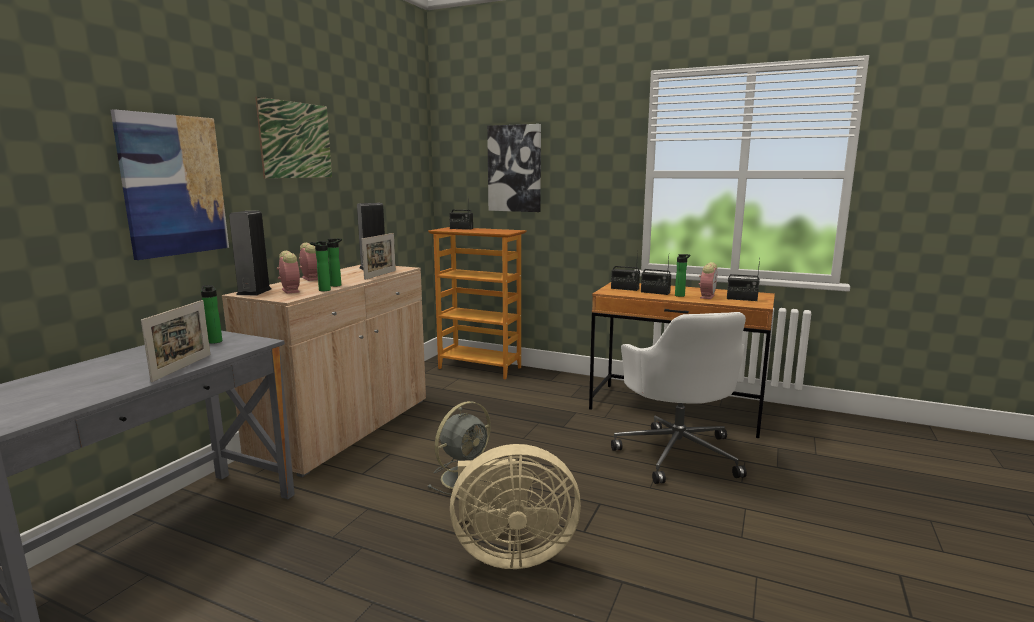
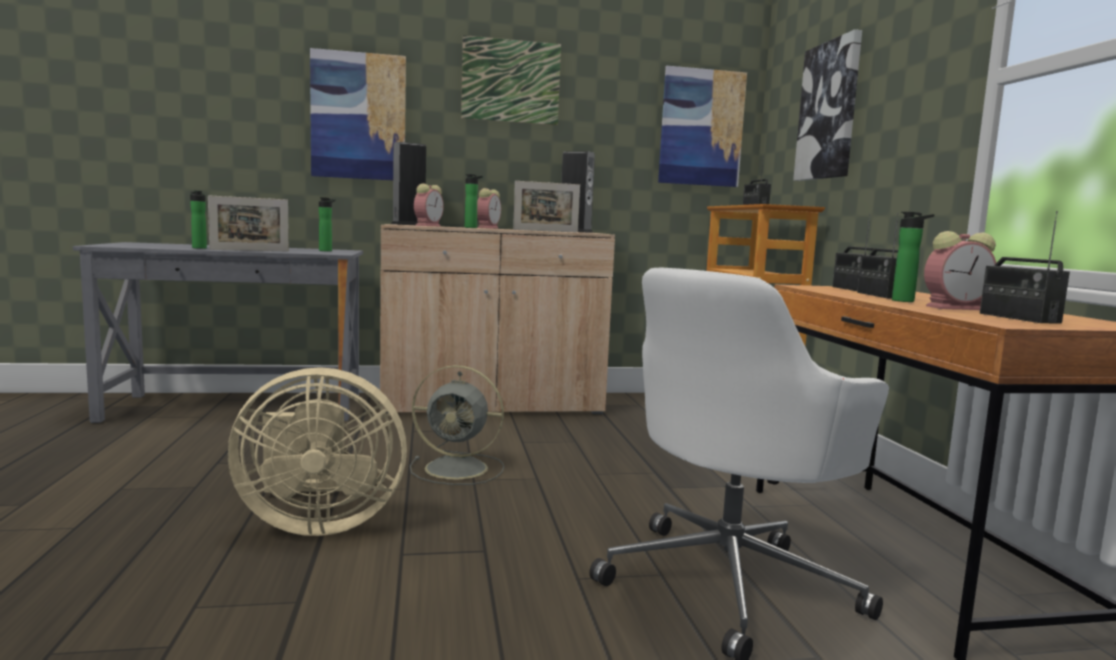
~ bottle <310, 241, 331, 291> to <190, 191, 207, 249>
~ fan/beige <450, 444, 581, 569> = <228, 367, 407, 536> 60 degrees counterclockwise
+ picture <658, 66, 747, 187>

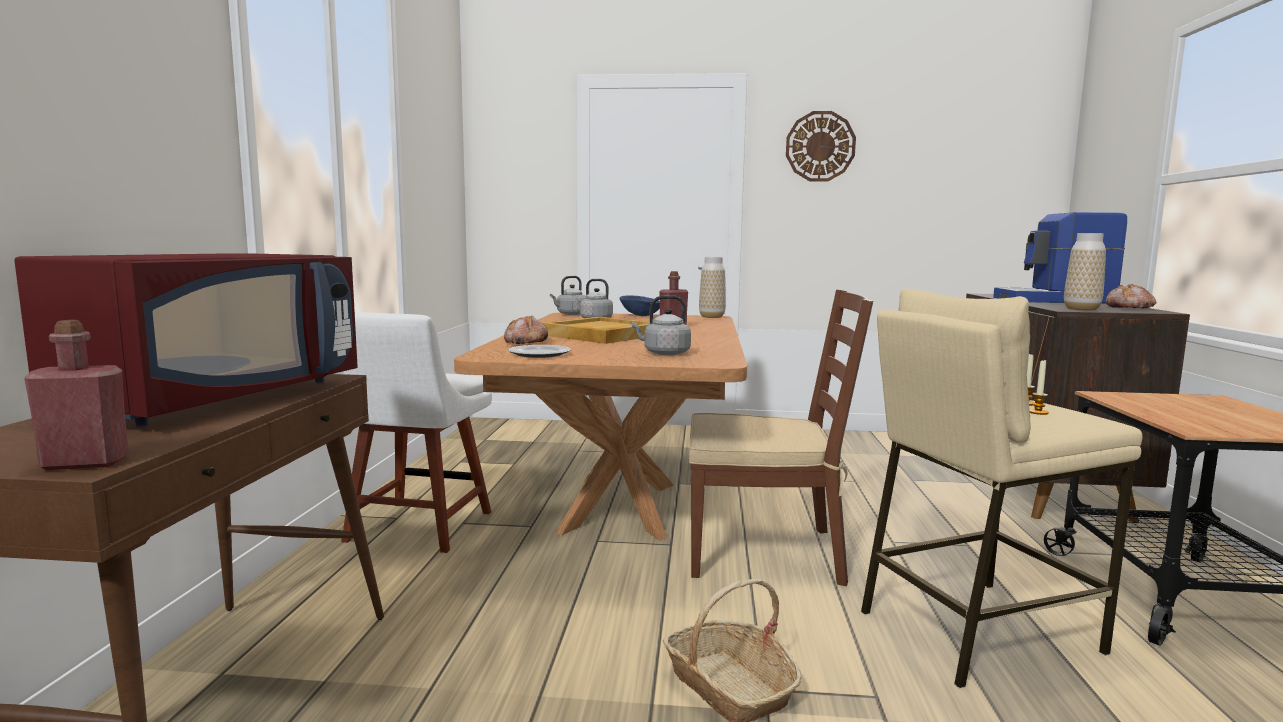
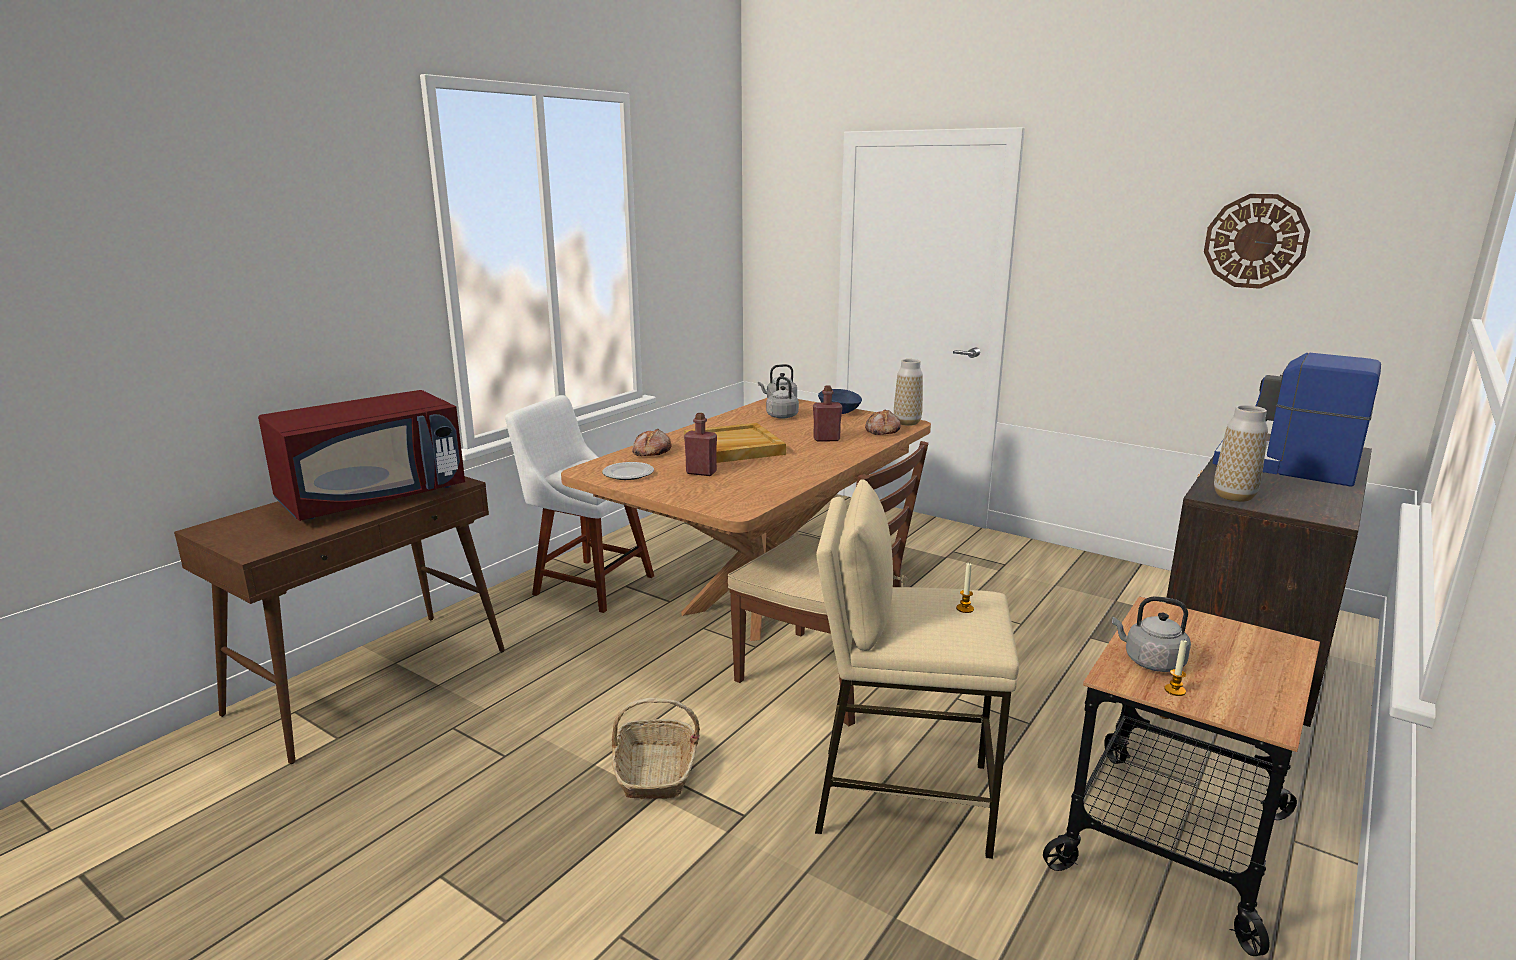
~ bottle/red <24, 320, 129, 470> to <684, 413, 717, 476>
~ chair/white <334, 312, 492, 553> = <505, 395, 654, 613> 75 degrees clockwise
~ kettle/grey <631, 295, 691, 355> to <1112, 596, 1191, 672>
~ wall clock <786, 111, 856, 182> to <1204, 194, 1310, 289>
~ candle <1030, 359, 1049, 415> to <1164, 640, 1187, 696>
~ bread <1106, 284, 1156, 309> to <865, 409, 901, 435>

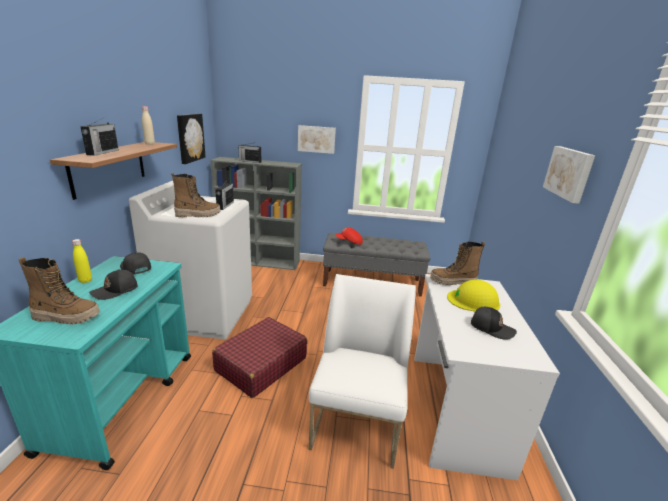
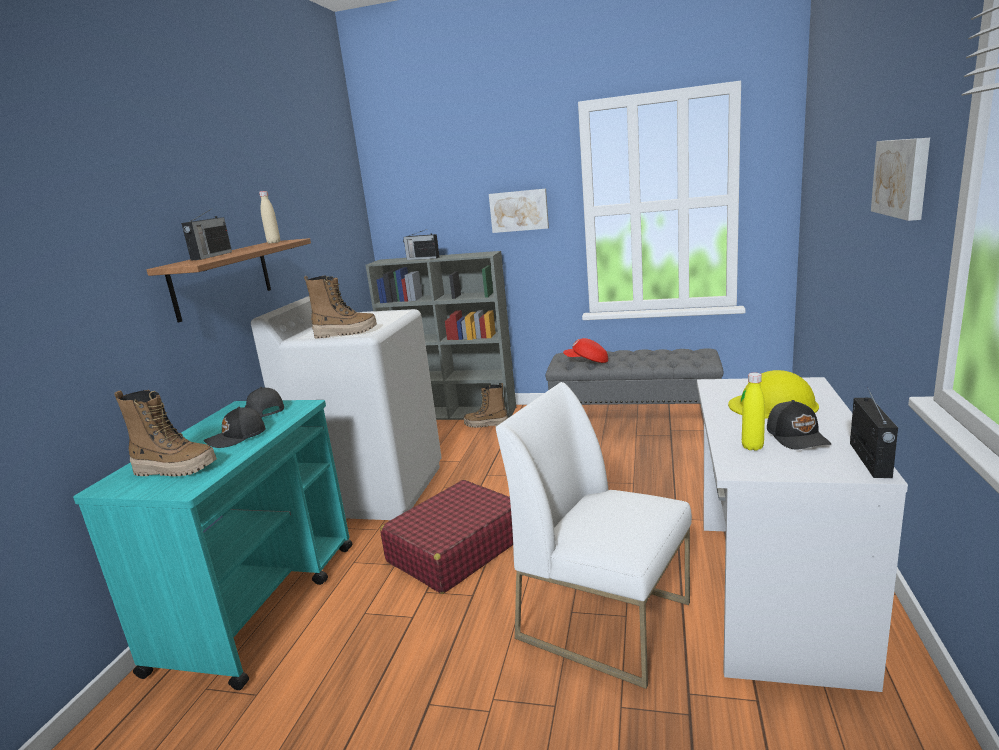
~ bottle/yellow <72, 239, 92, 283> to <742, 373, 765, 451>
- picture <177, 114, 206, 164>
~ radio <215, 179, 234, 210> to <850, 387, 898, 478>
~ chair/white <309, 274, 416, 469> = <496, 382, 692, 689> 75 degrees counterclockwise
~ boot <430, 242, 485, 285> to <464, 383, 508, 428>
~ cap/black <471, 307, 517, 340> = <767, 400, 831, 450> 45 degrees clockwise

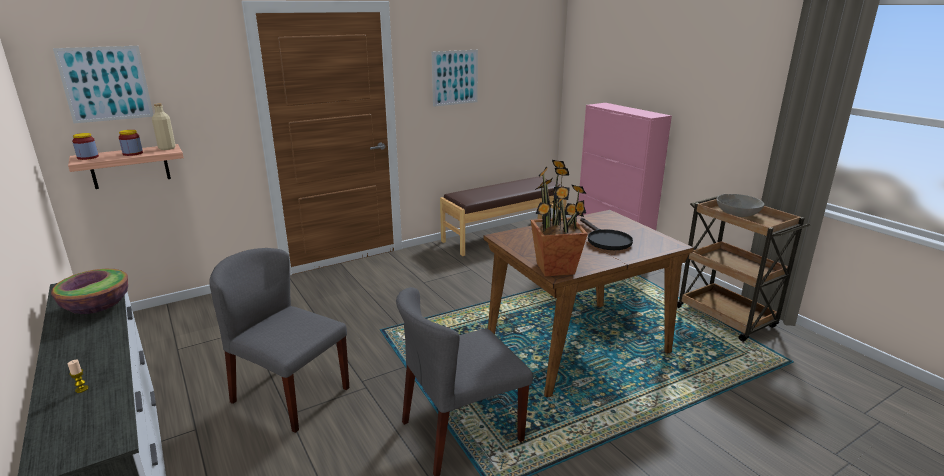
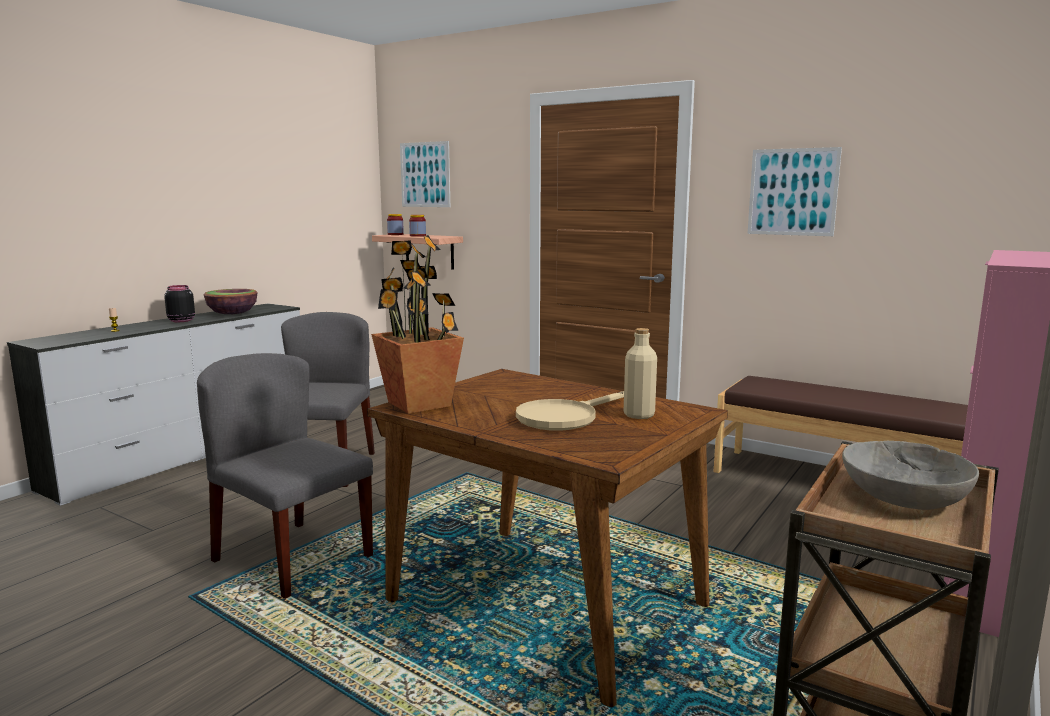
~ bottle/beige <152, 103, 176, 150> to <624, 328, 657, 419>
~ frying pan/black <580, 218, 633, 250> to frying pan/beige <516, 391, 624, 431>
+ jar/black <164, 285, 195, 322>

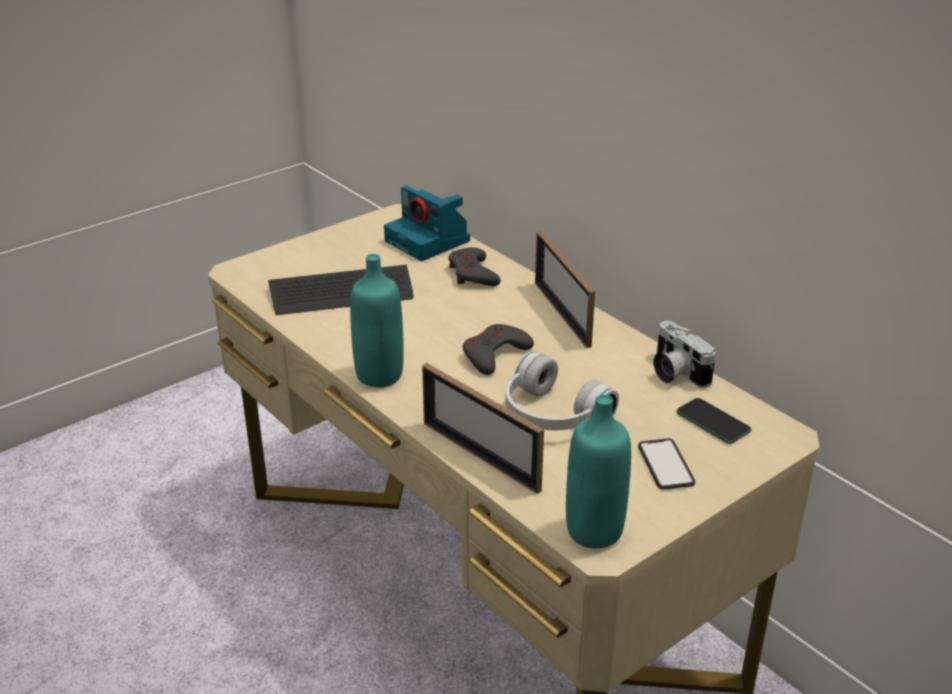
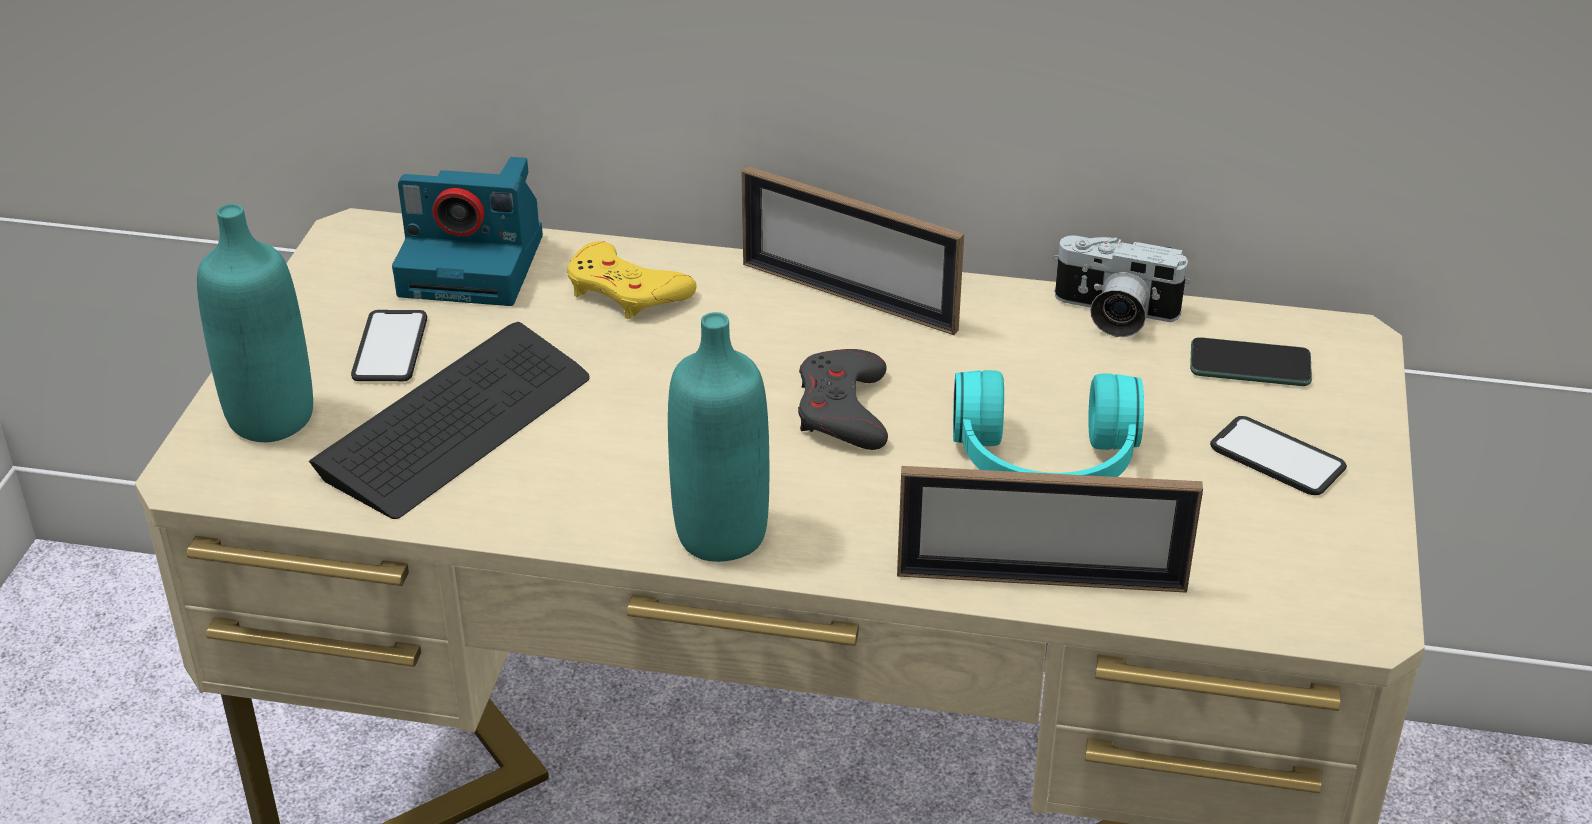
~ game controller/grey <448, 247, 501, 286> to game controller/yellow <567, 241, 696, 319>
~ headphones/white <505, 351, 619, 430> to headphones/turquoise <953, 370, 1144, 477>
~ bottle/turquoise <566, 395, 631, 548> to <197, 204, 313, 442>
+ phone <351, 310, 427, 382>

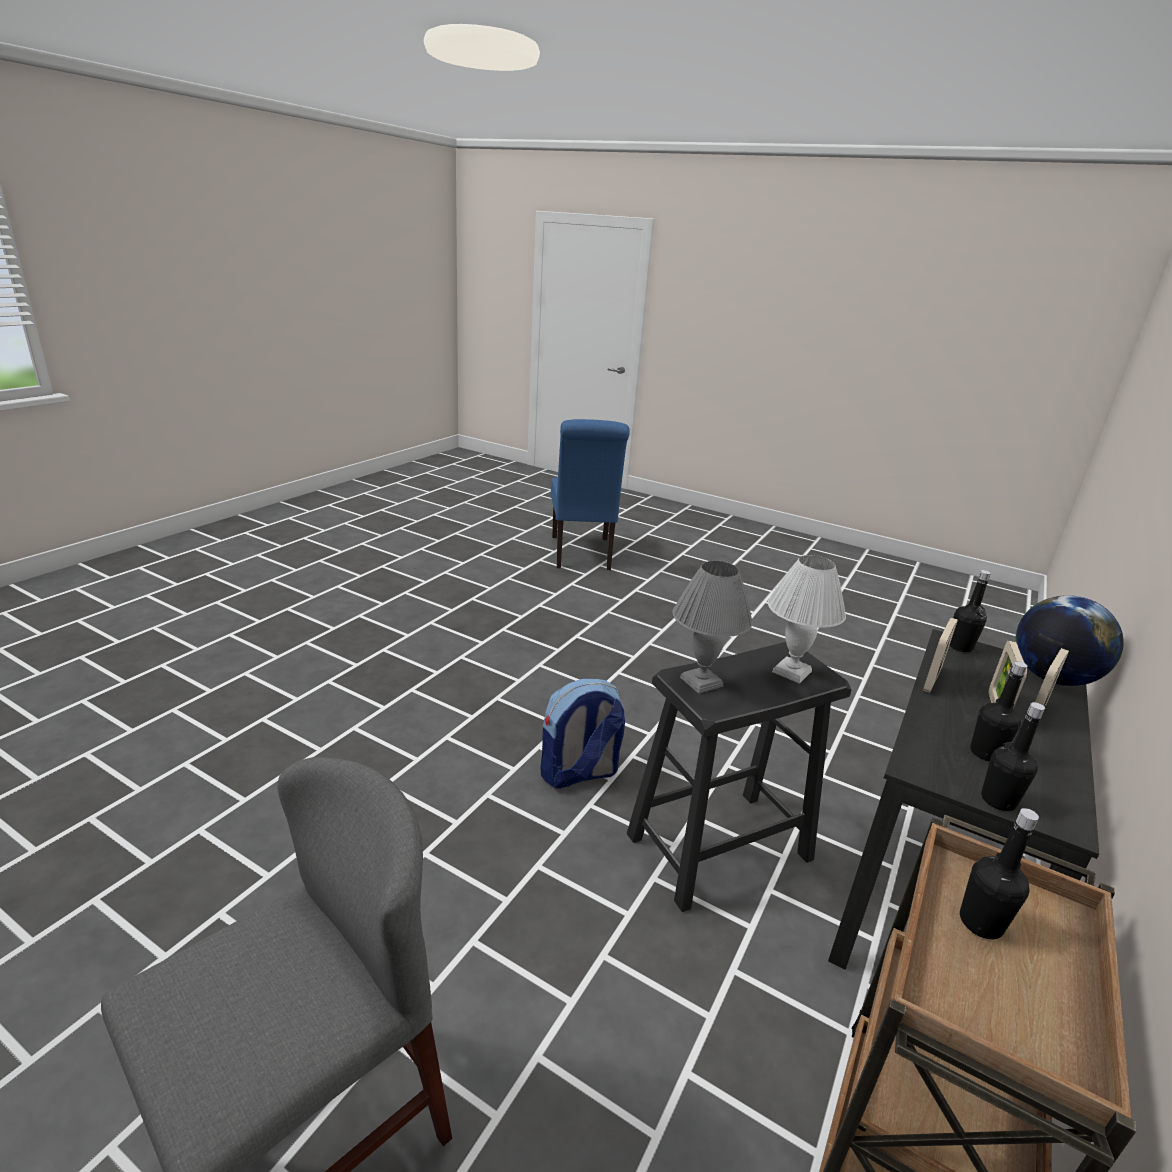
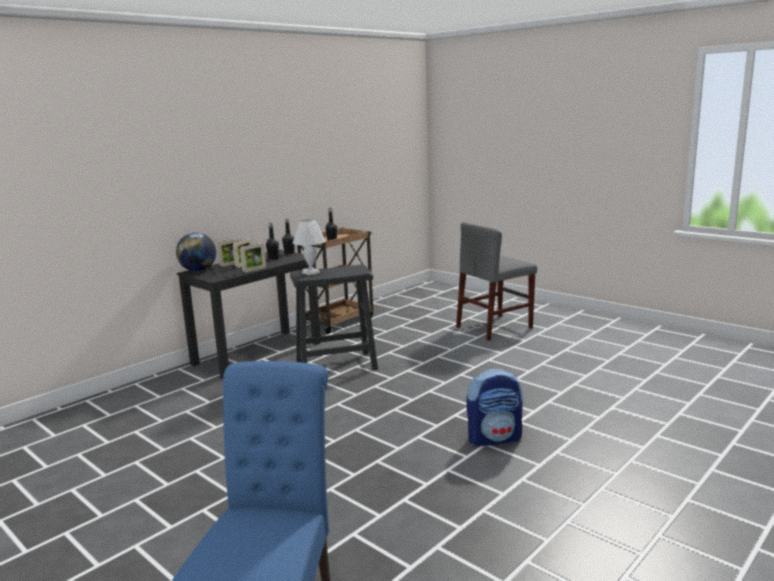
~ backpack <540, 679, 625, 789> to <466, 369, 523, 446>
- table lamp/grey <672, 561, 753, 694>
- bottle/black <949, 570, 991, 652>

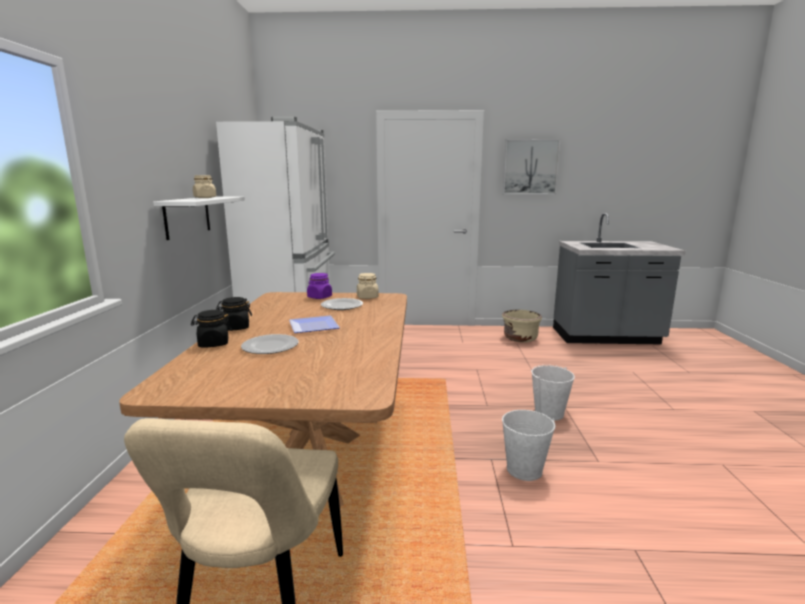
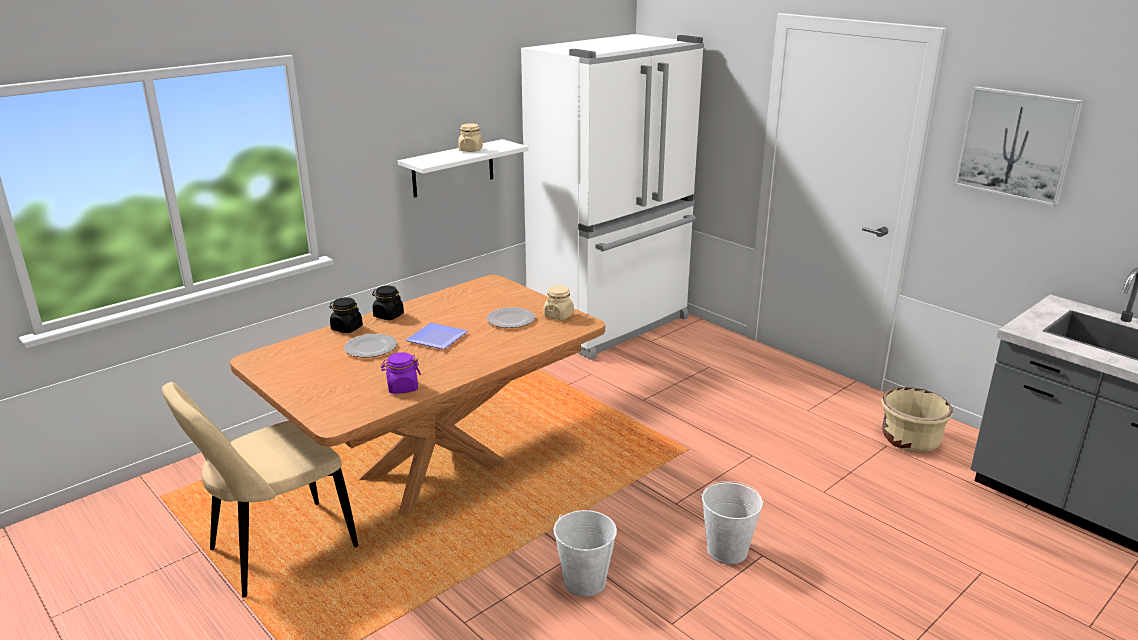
~ jar/purple <307, 273, 332, 299> to <381, 352, 421, 394>

